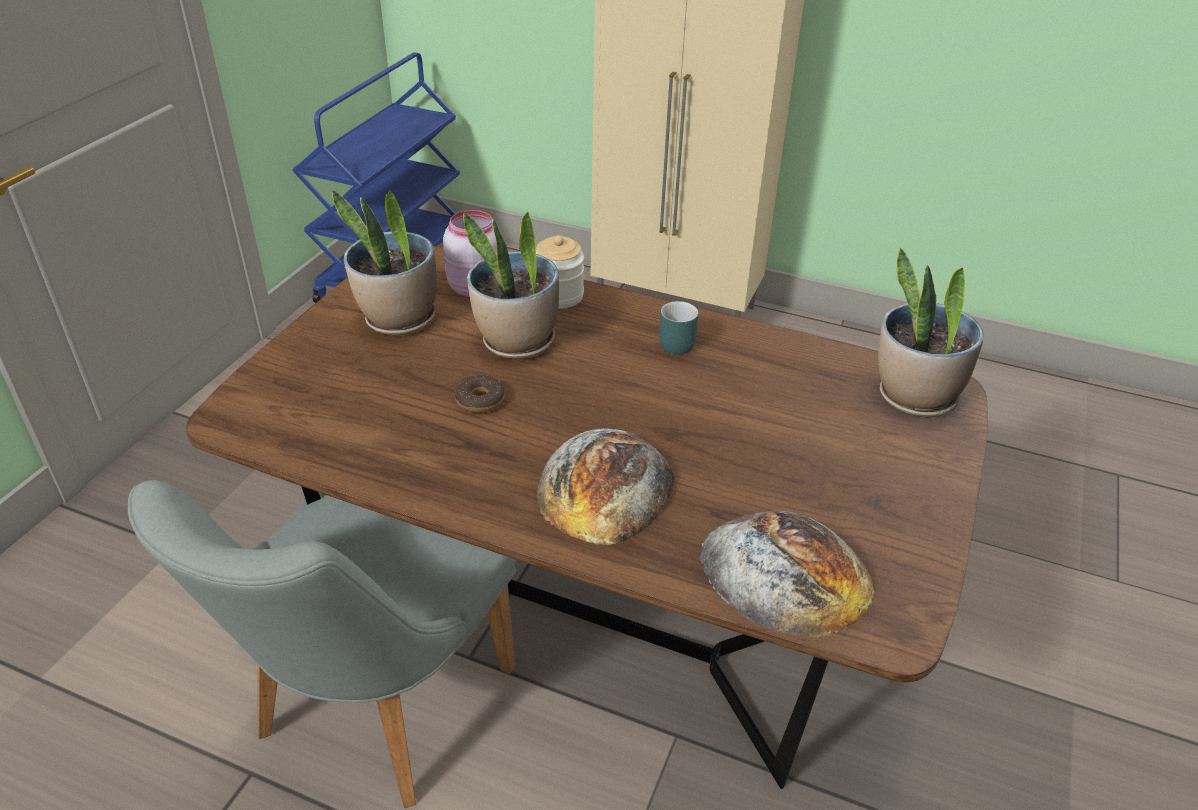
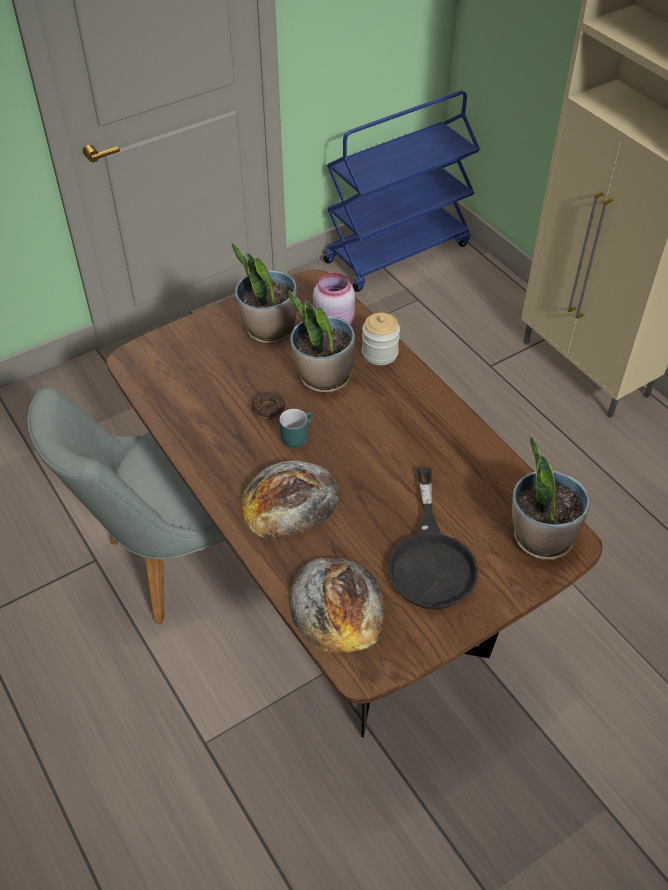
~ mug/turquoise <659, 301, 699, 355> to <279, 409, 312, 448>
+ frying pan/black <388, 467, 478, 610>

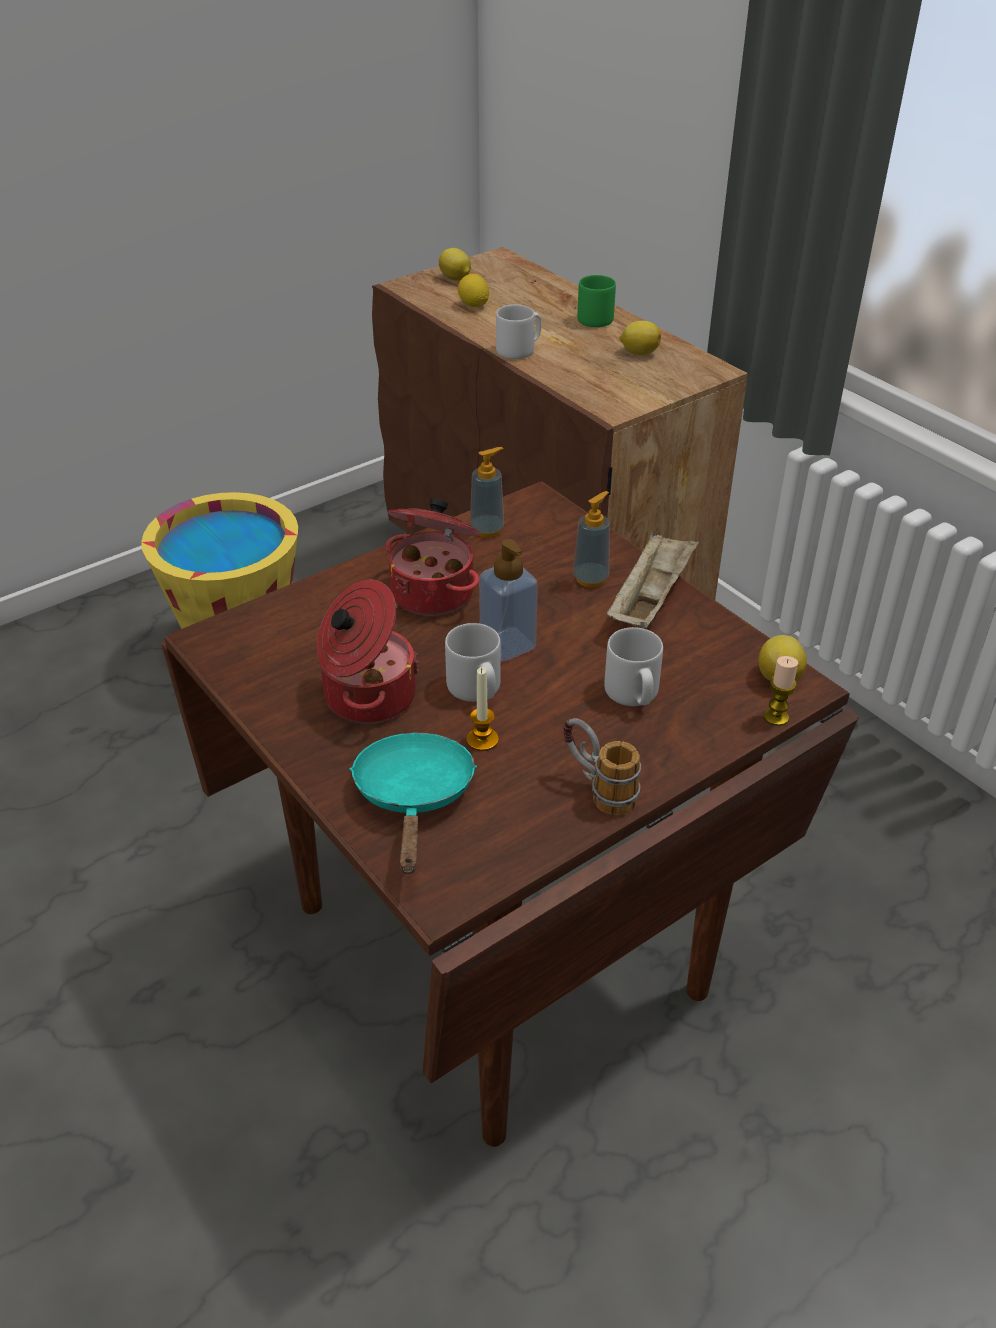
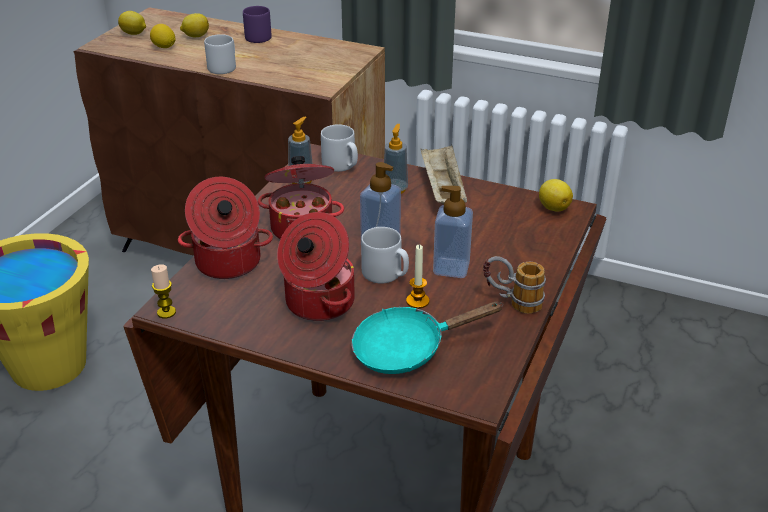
~ frying pan/turquoise <350, 733, 477, 874> = <351, 301, 503, 374> 75 degrees counterclockwise
~ mug/green <577, 275, 616, 327> to mug/purple <243, 6, 272, 43>
~ mug/grey <604, 627, 663, 706> to <321, 124, 358, 172>
~ lemon <619, 321, 661, 355> to <180, 13, 209, 38>
~ candle <764, 656, 798, 726> to <151, 264, 176, 318>
+ cooking pot <178, 177, 273, 279>
+ soap dispenser <433, 186, 473, 278>

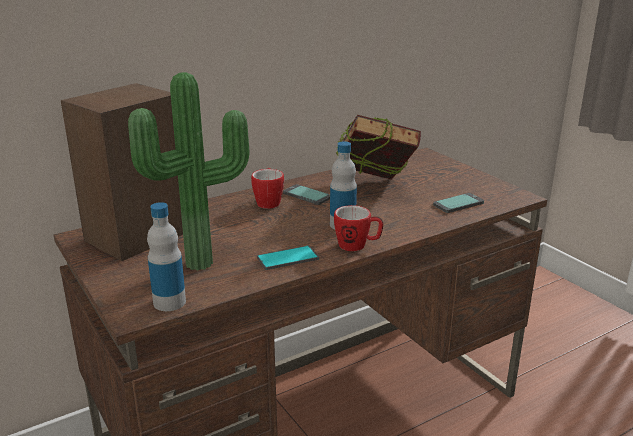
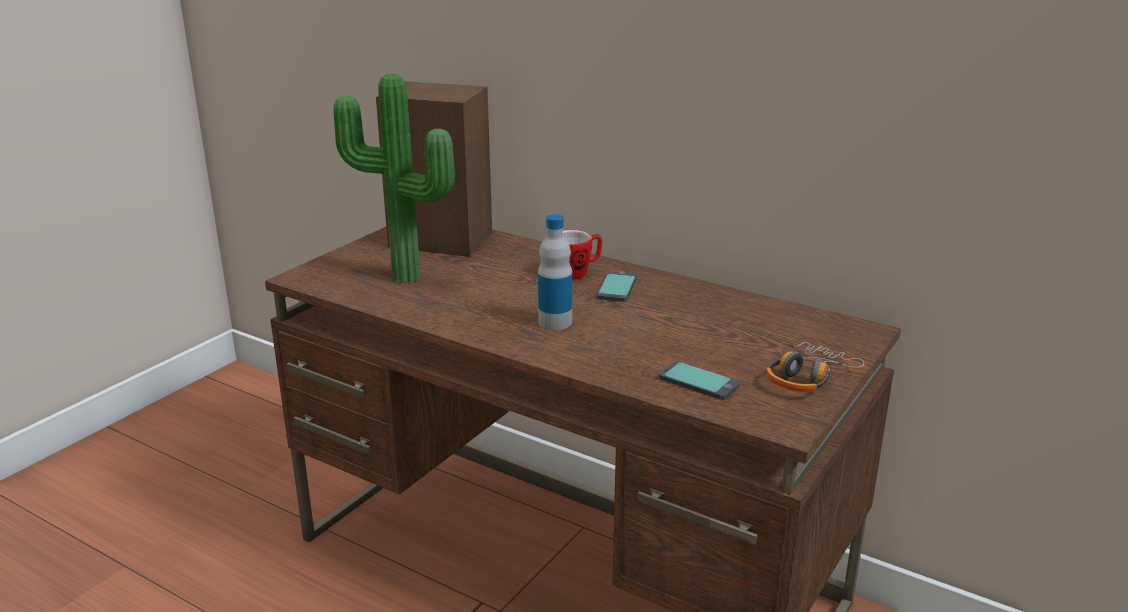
- bottle <147, 202, 186, 311>
- phone <257, 245, 319, 270>
- mug <334, 205, 383, 251>
- book <336, 115, 421, 180>
+ headphones <766, 342, 864, 392>

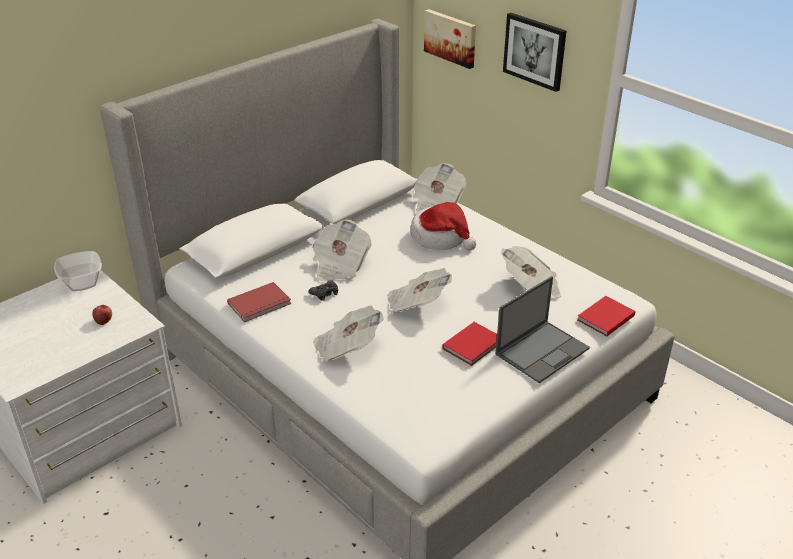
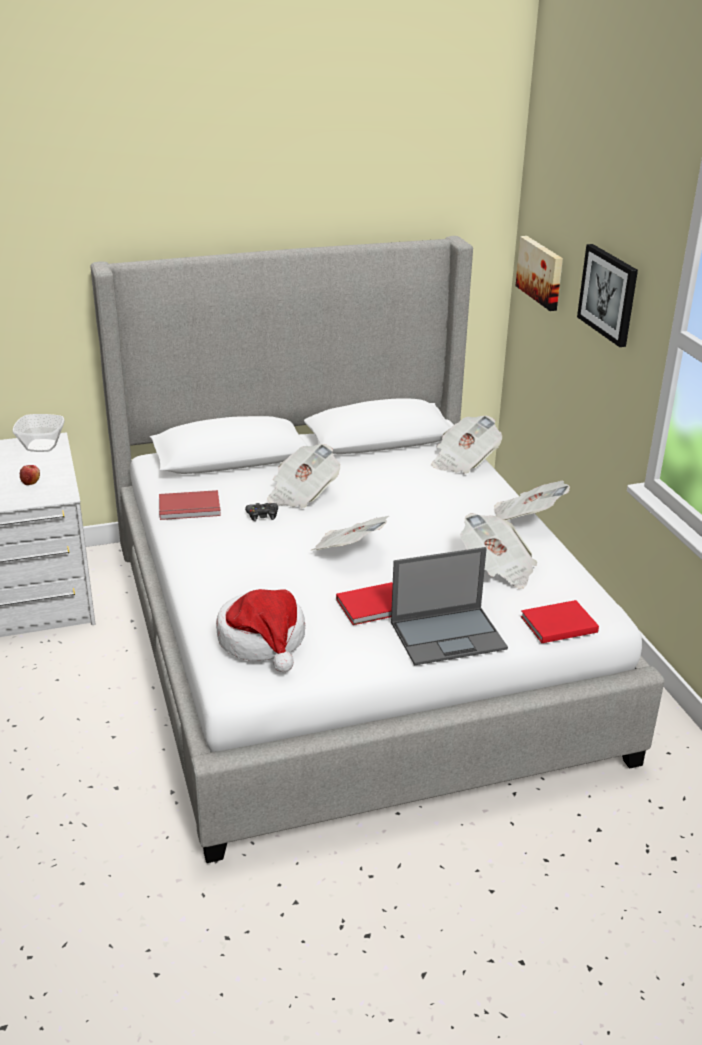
~ newspaper <313, 305, 383, 362> to <494, 481, 570, 520>
~ hat <410, 202, 476, 251> to <216, 589, 305, 672>

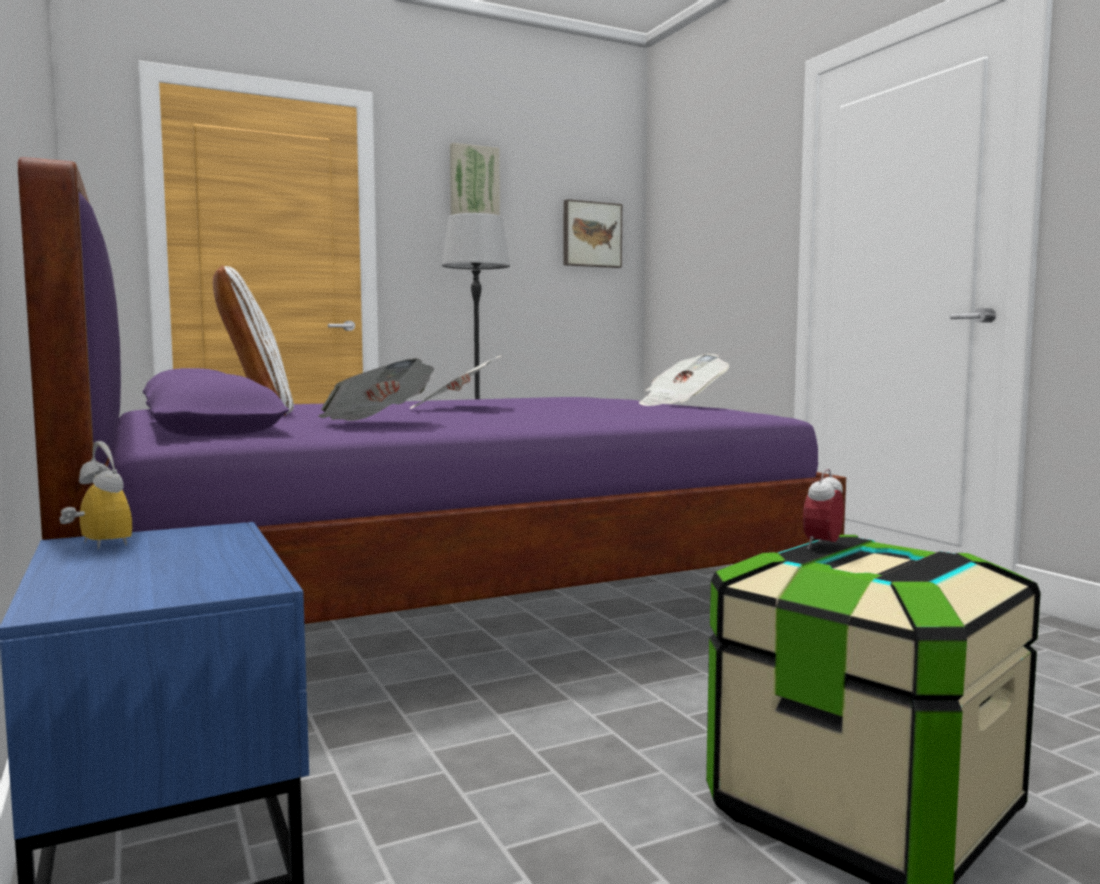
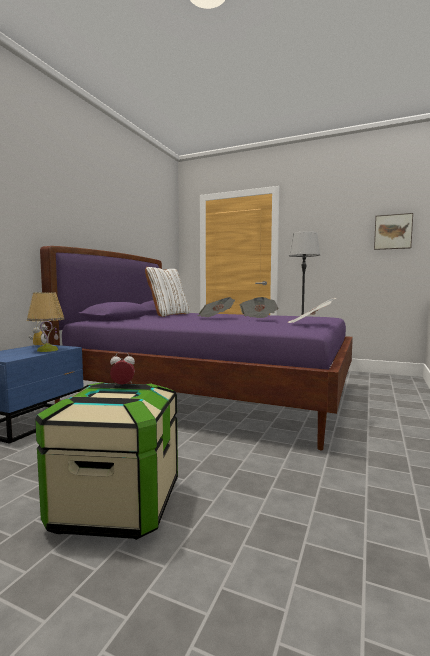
~ newspaper <318, 358, 434, 421> to <240, 297, 278, 318>
- picture <450, 143, 500, 216>
+ table lamp <27, 292, 64, 352>

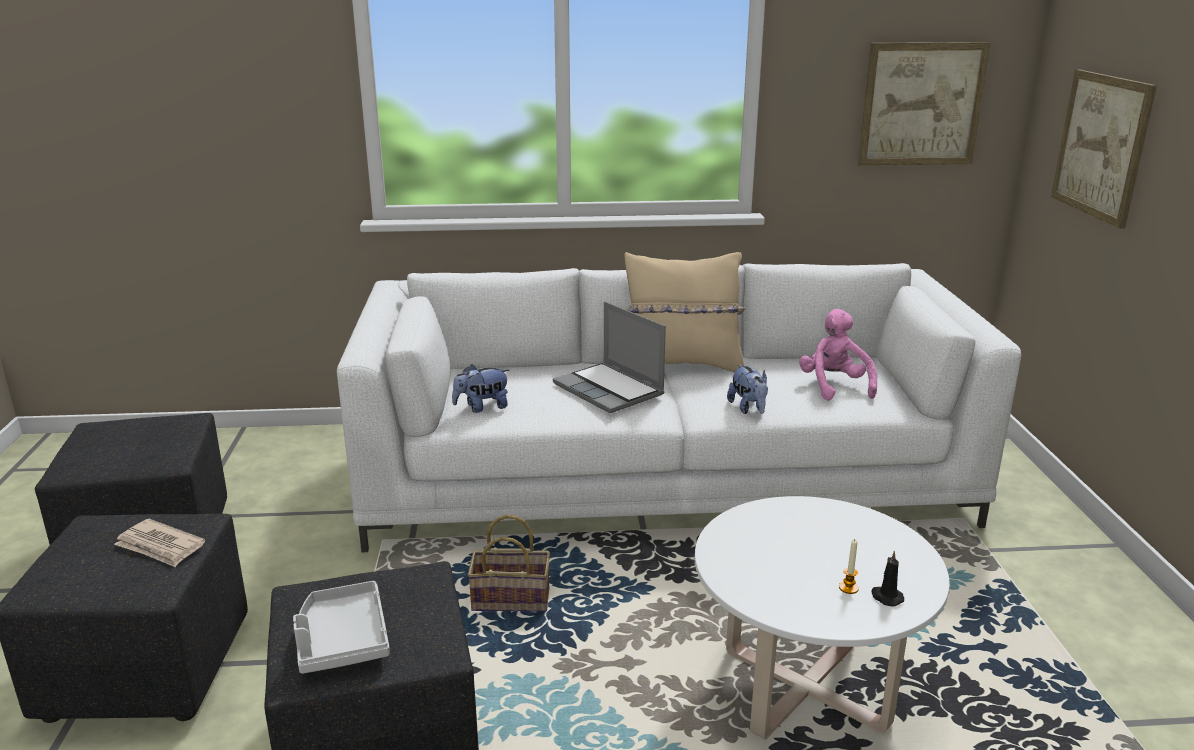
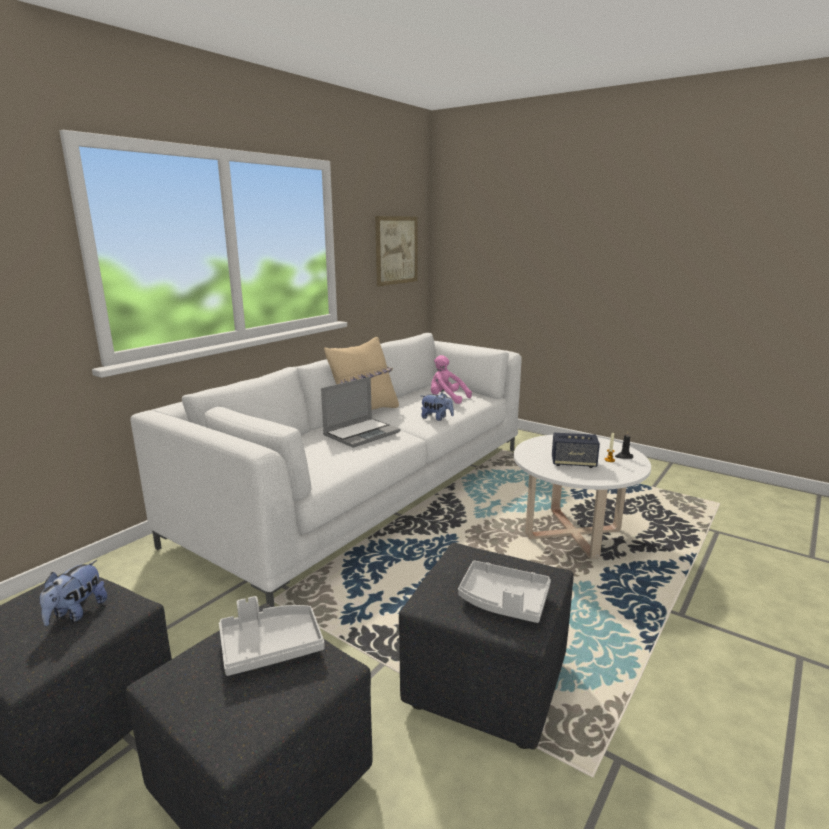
~ newspaper <114, 519, 205, 567> to tray/grey <219, 596, 324, 676>
~ plush toy <452, 364, 509, 413> to <40, 560, 107, 626>
- basket <468, 515, 550, 612>
~ laptop <553, 301, 666, 413> = <321, 377, 400, 448> 45 degrees counterclockwise
- picture <1051, 69, 1157, 229>
+ speaker <552, 433, 600, 468>

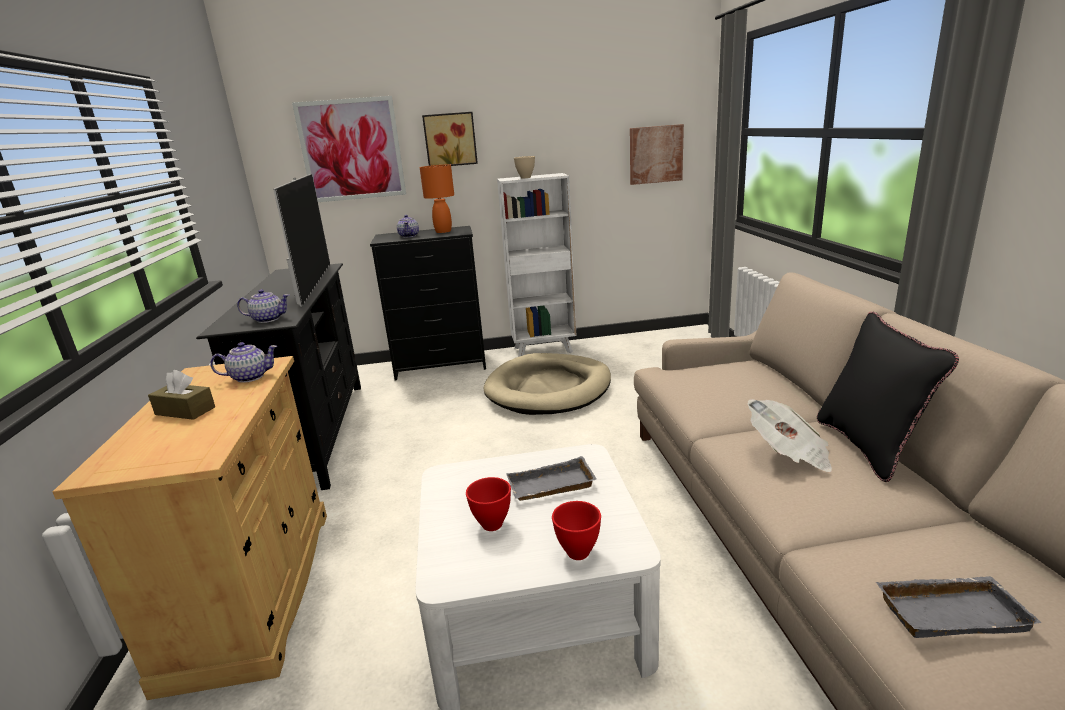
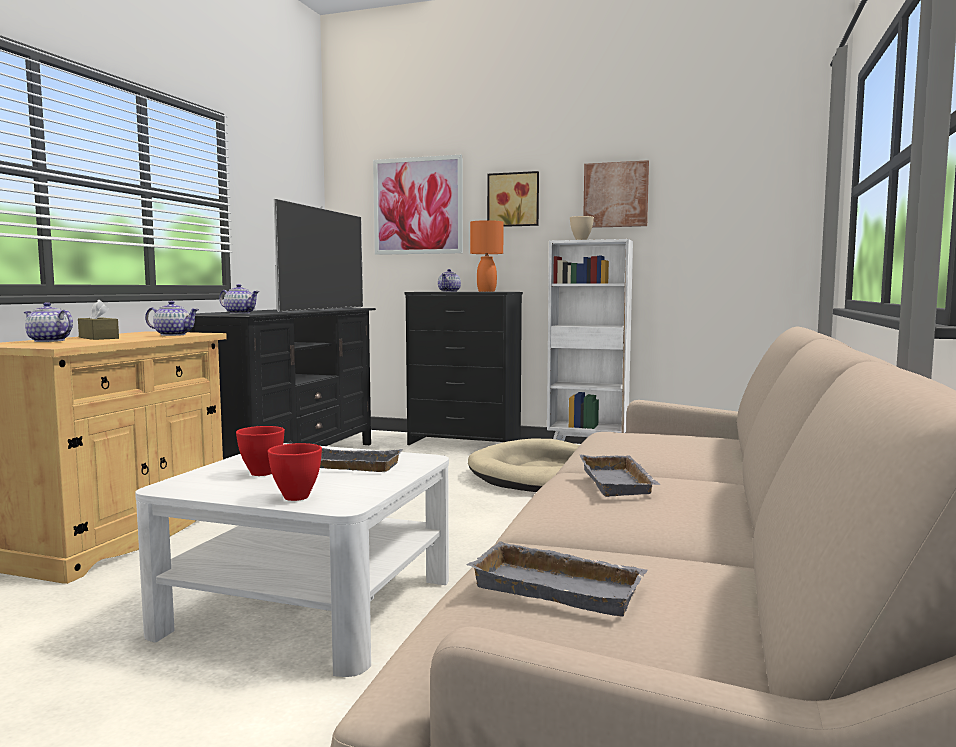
~ picture <630, 124, 684, 185> to <583, 160, 649, 228>
~ newspaper <747, 399, 832, 472> to tray/grey <580, 455, 660, 497>
- pillow/black <817, 312, 959, 482>
+ teapot <24, 302, 73, 342>

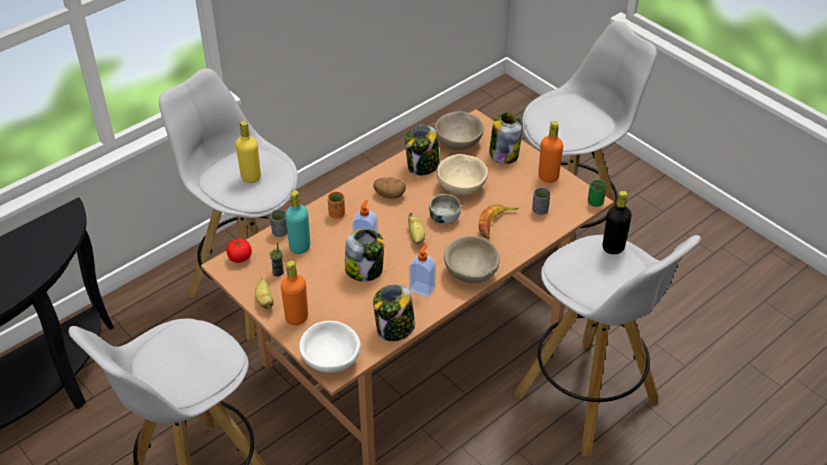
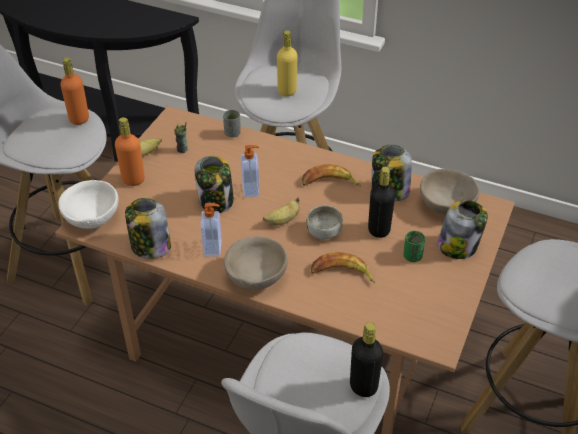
- tomato <226, 238, 252, 263>
- bottle/turquoise <285, 190, 310, 254>
- cup/orange <328, 192, 345, 219>
~ potato <373, 178, 406, 199> to banana <302, 164, 361, 186>
~ bowl/beige <437, 154, 488, 195> to bottle/black <368, 167, 395, 238>
- cup/grey <532, 188, 550, 215>
~ bottle/orange <538, 121, 563, 183> to <60, 57, 89, 125>
~ cup/green <588, 180, 606, 207> to <404, 231, 425, 262>

